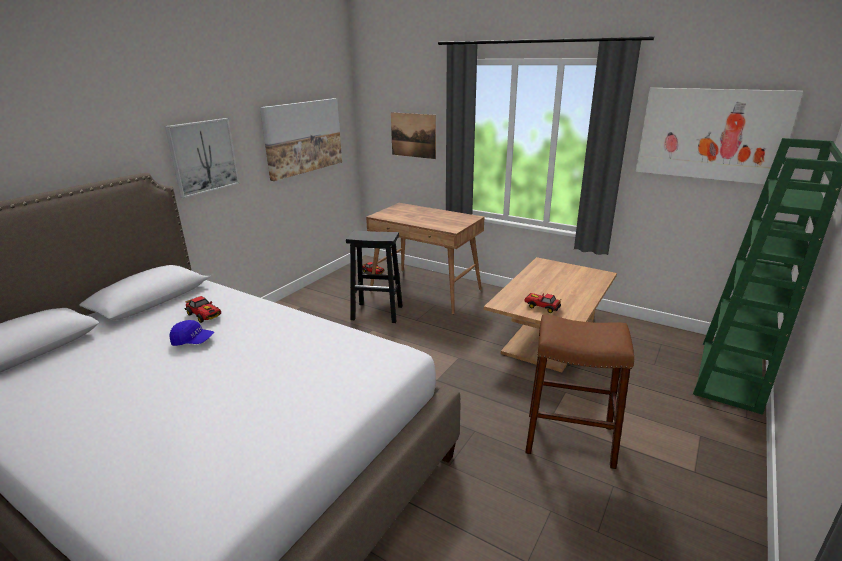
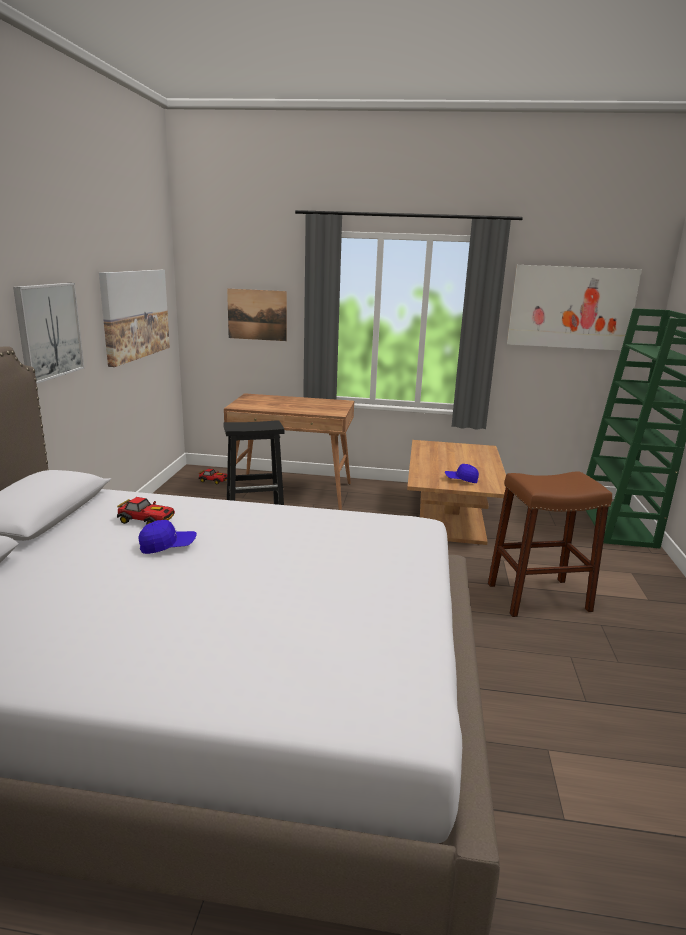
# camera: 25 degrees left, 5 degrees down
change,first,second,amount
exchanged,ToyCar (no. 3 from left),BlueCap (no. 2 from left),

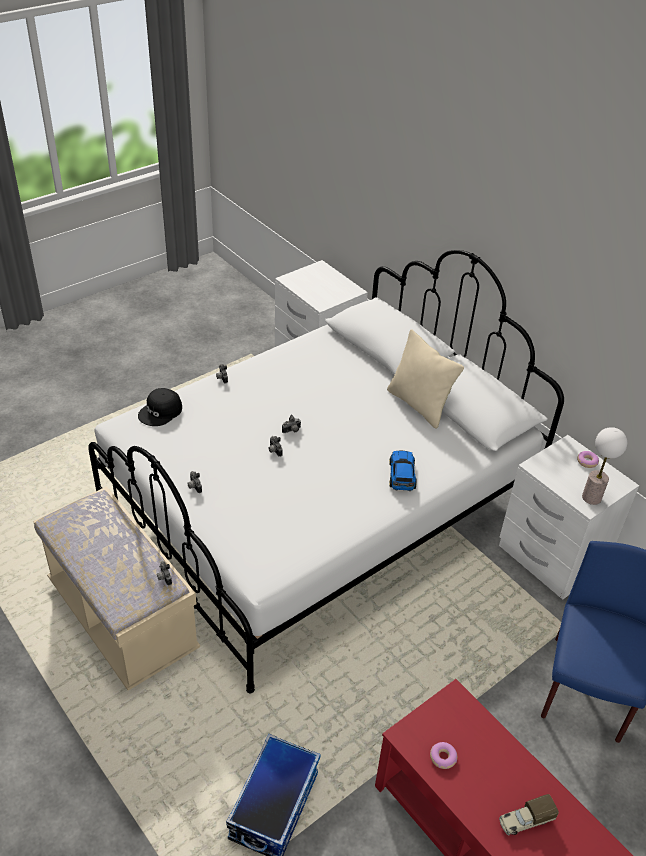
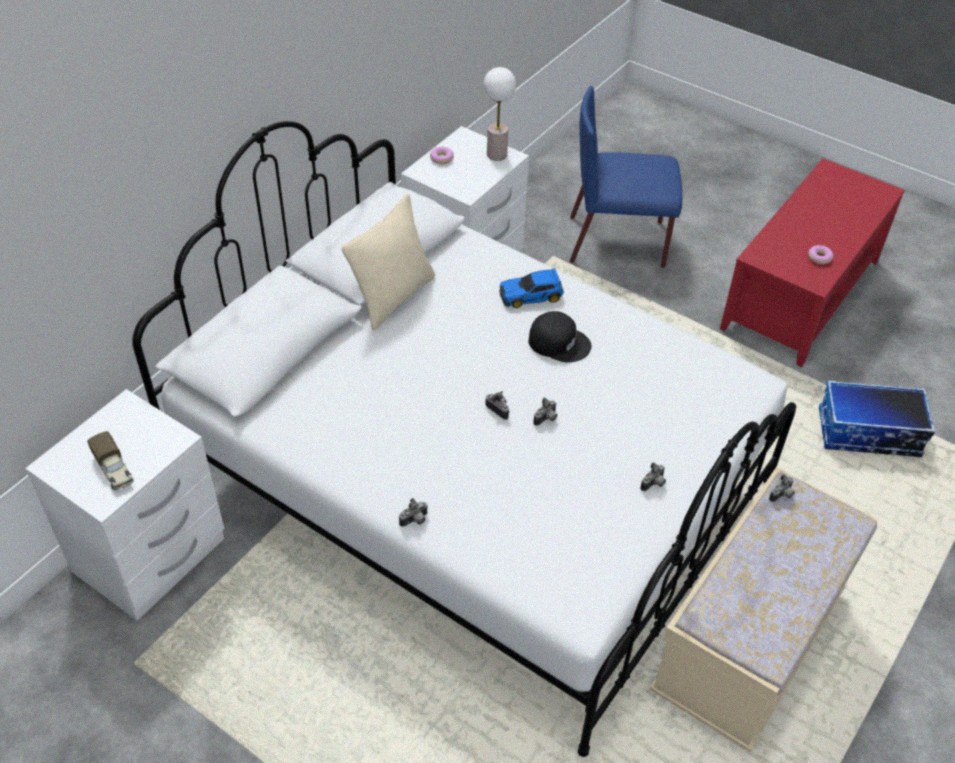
# camera: 105 degrees left, 5 degrees up
change,first,second,amount
relocated,ToyTruck,,
relocated,BlackCap,,

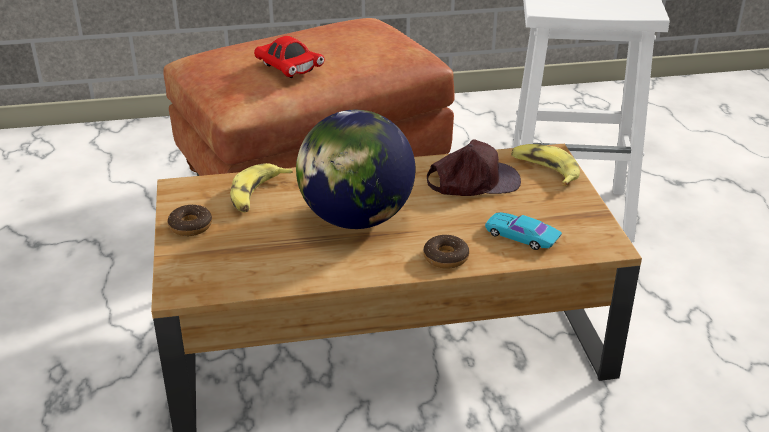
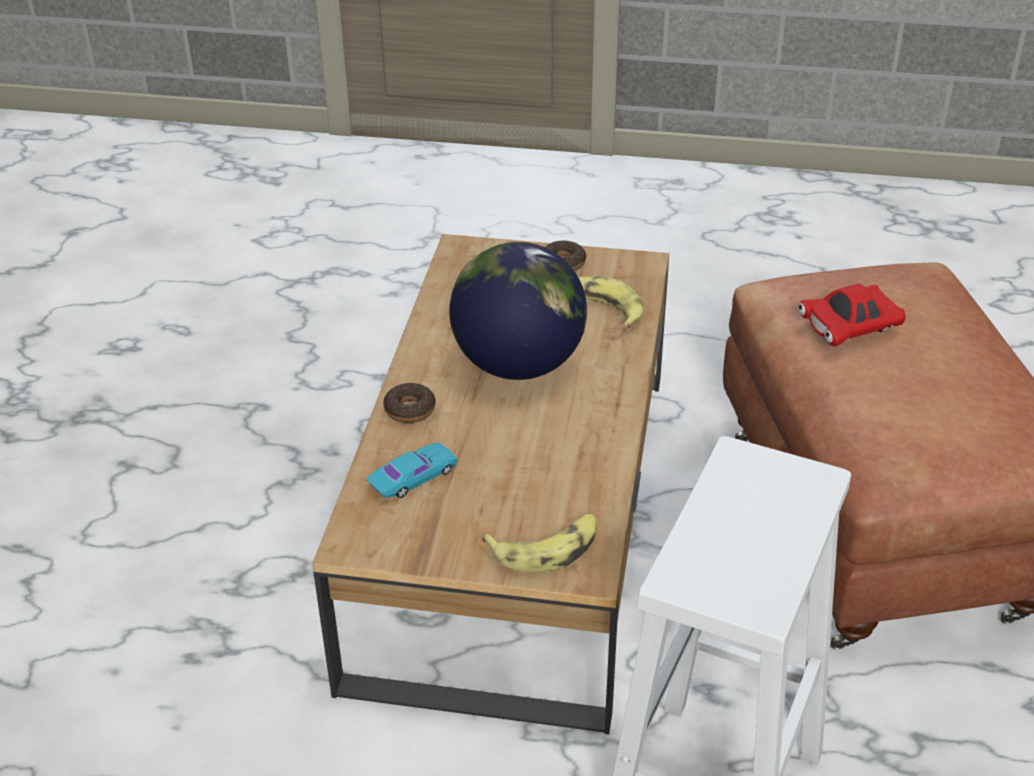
# camera: 110 degrees right, 5 degrees up
change,first,second,amount
missing,BrownCap,,

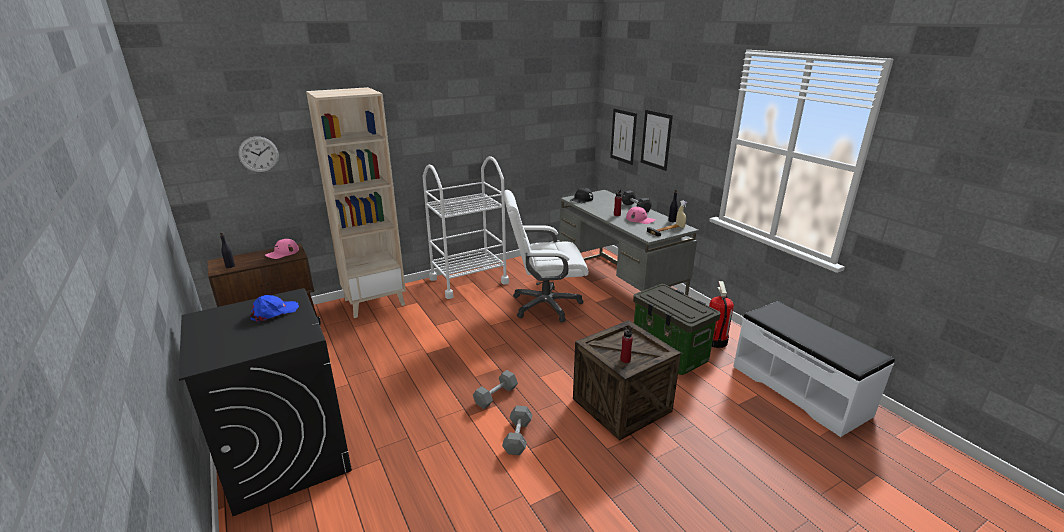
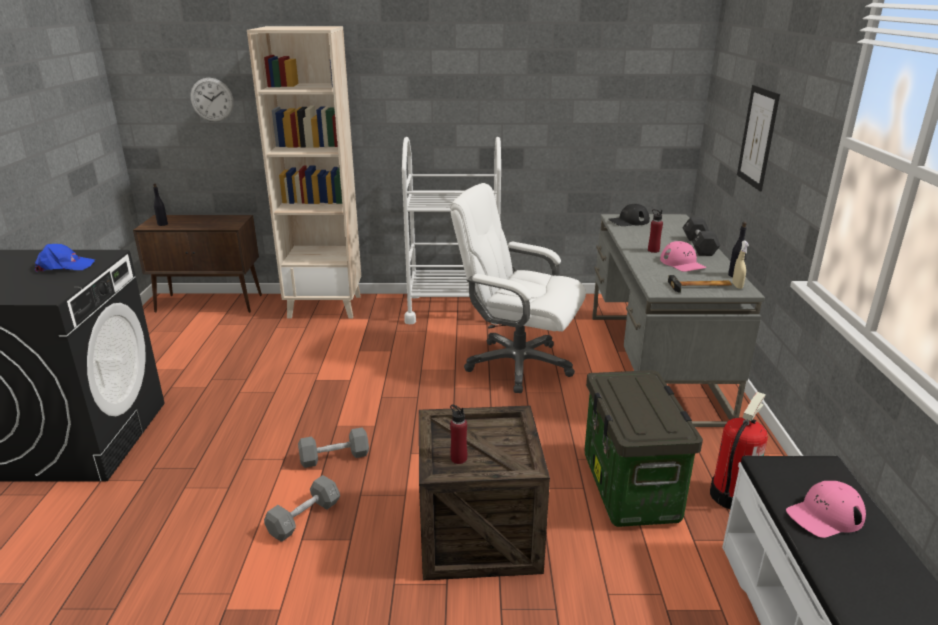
# camera: 30 degrees right, 0 degrees up
change,first,second,amount
relocated,PinkCap (no. 1 from left in the first image),PinkCap (no. 2 from left),
missing,Picture (no. 1 from left),,

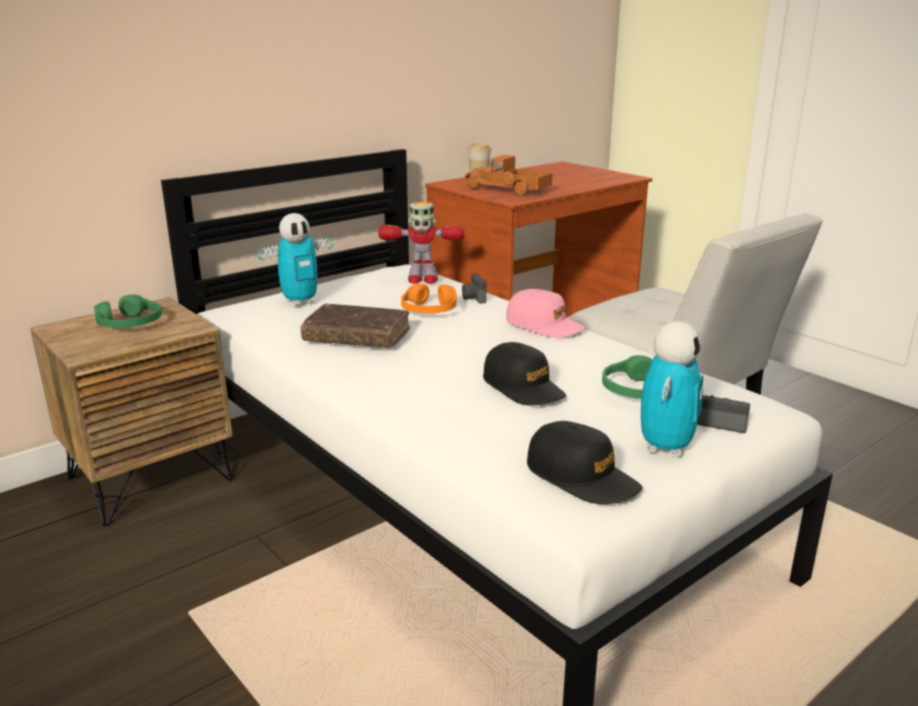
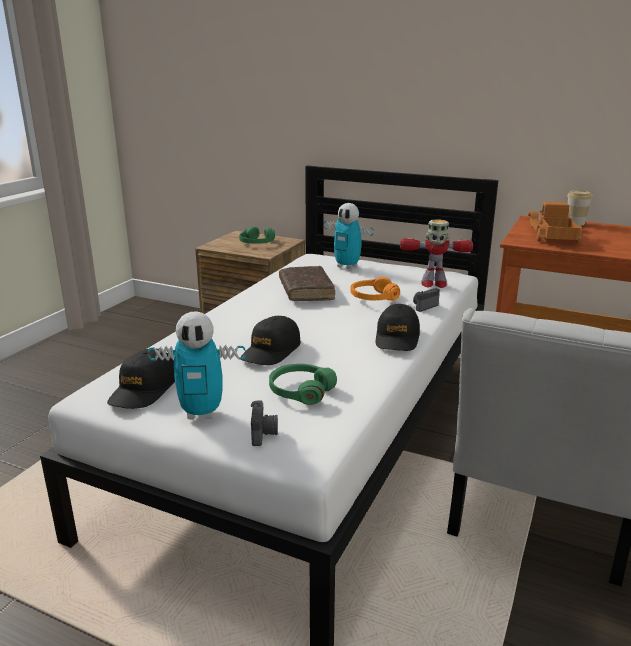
# camera: 65 degrees right, 0 degrees up
change,first,second,amount
colour,PinkCap,BlackCap (no. 3 from left),
spun,ToyRobot (no. 2 from left in the first image),ToyRobot (no. 3 from left),60 degrees counterclockwise

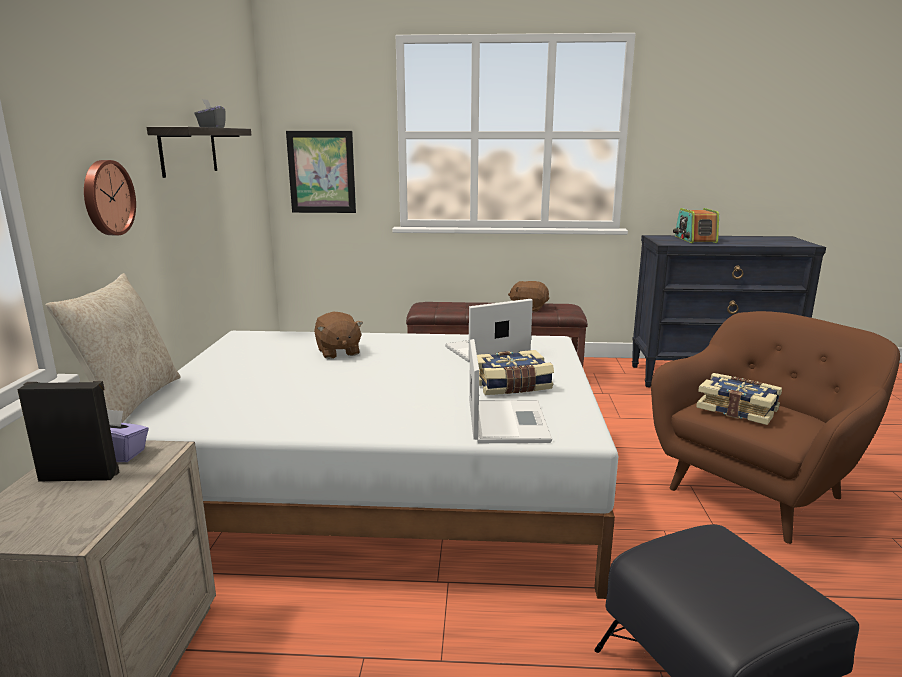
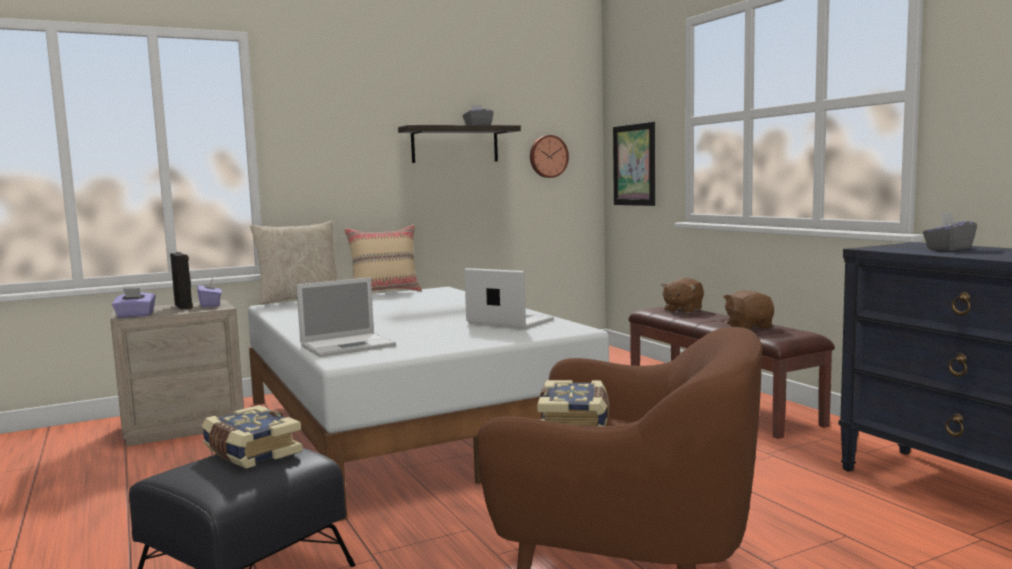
# camera: 60 degrees right, 10 degrees down
change,first,second,amount
appeared,,PurpleTissueBox (no. 1 from left),
relocated,Book (no. 1 from left),,
appeared,,BeigePillow (no. 2 from left),
relocated,WallClock,,
relocated,BrownPlushToy (no. 1 from left),,
exchanged,Radio,GreyTissueBox (no. 2 from left),

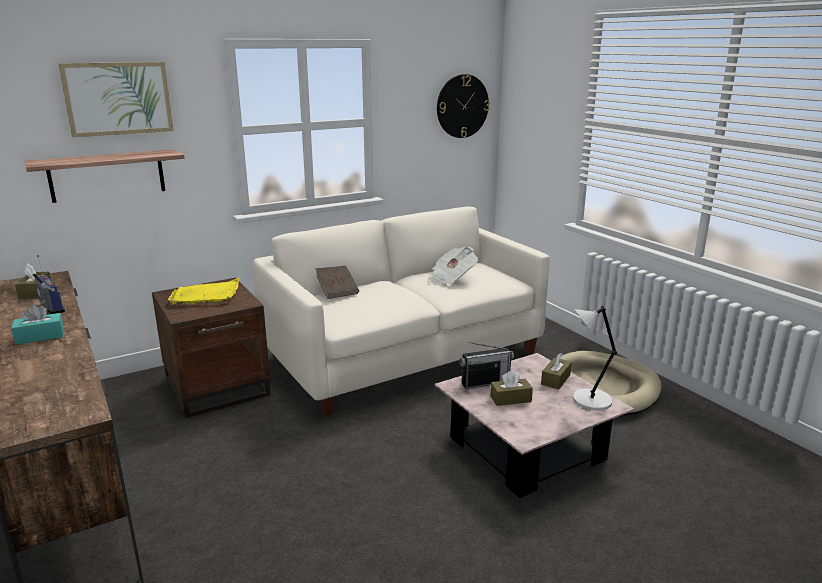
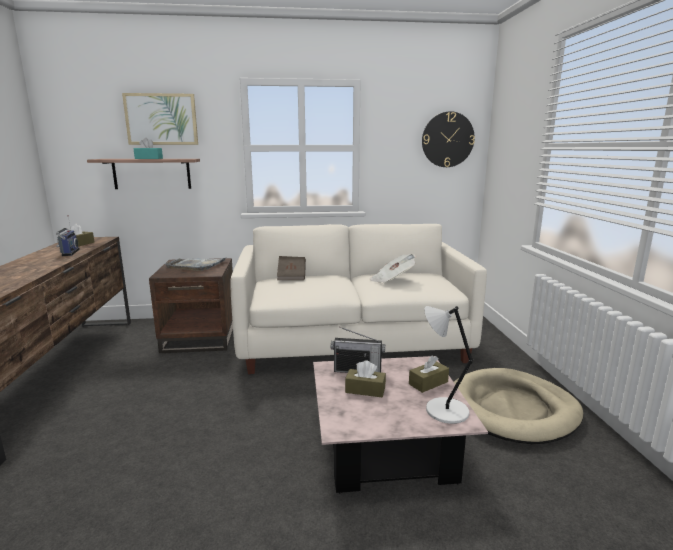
# camera: 25 degrees right, 5 degrees down
change,first,second,amount
relocated,TurquoiseTissueBox,,
colour,YellowTray,GreyTray,

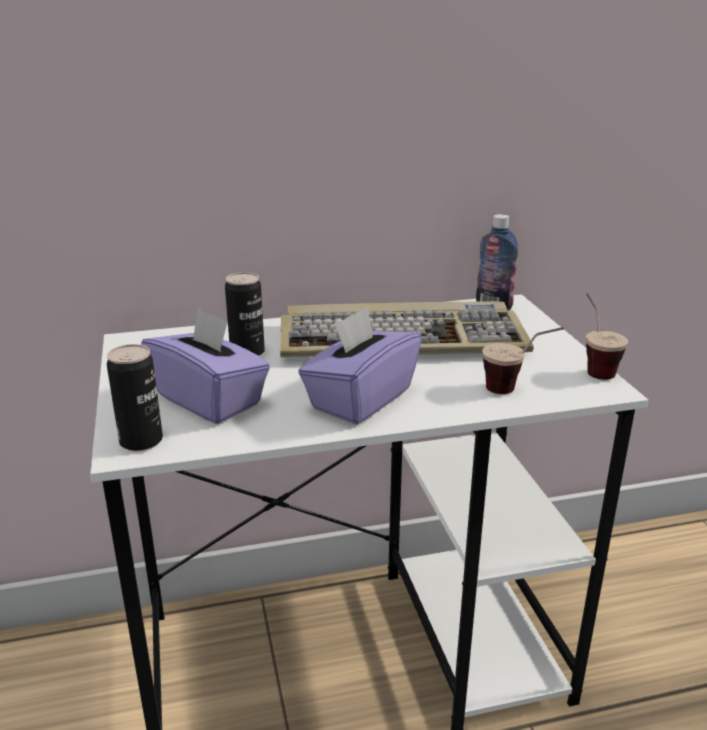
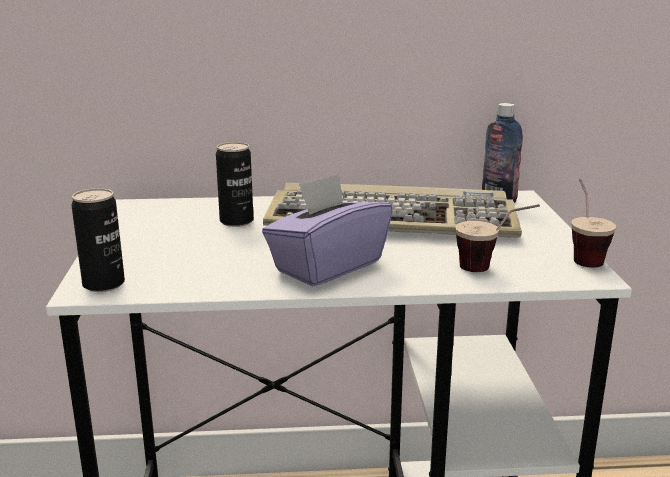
# camera: 10 degrees right, 5 degrees down
change,first,second,amount
missing,PurpleTissueBox (no. 1 from left),,

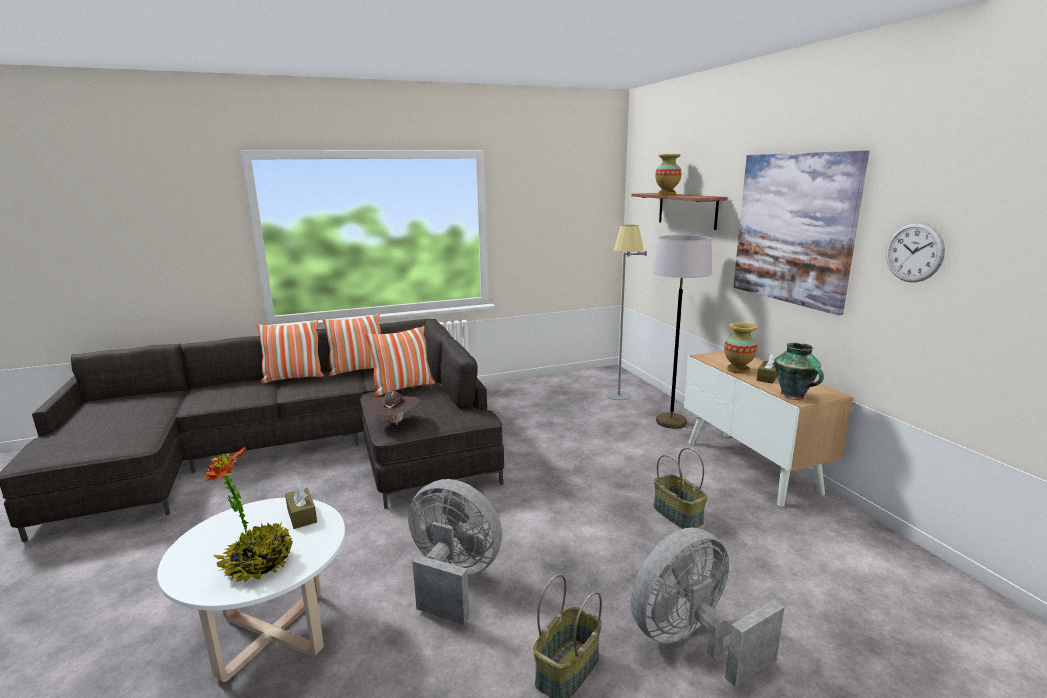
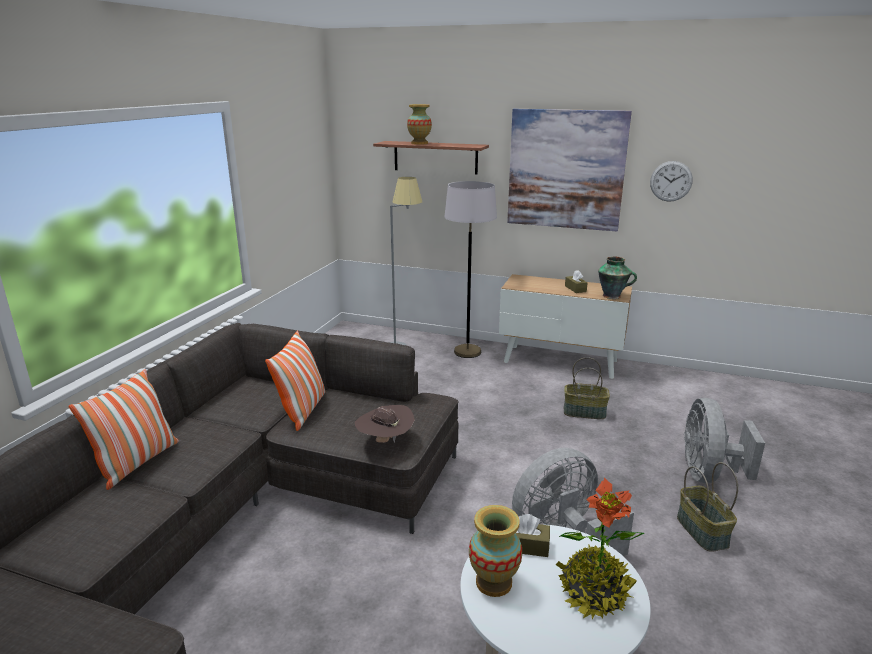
# camera: 50 degrees left, 5 degrees up
change,first,second,amount
relocated,Vase (no. 2 from left),,
missing,Pillow (no. 2 from left),,

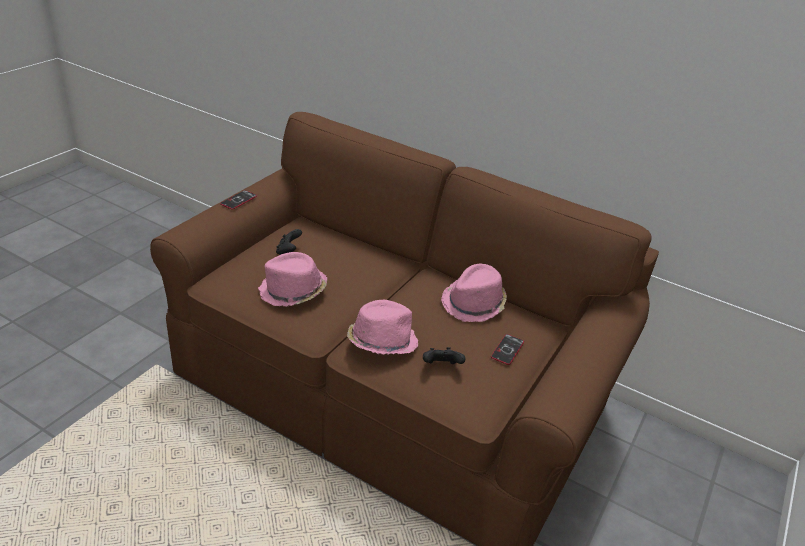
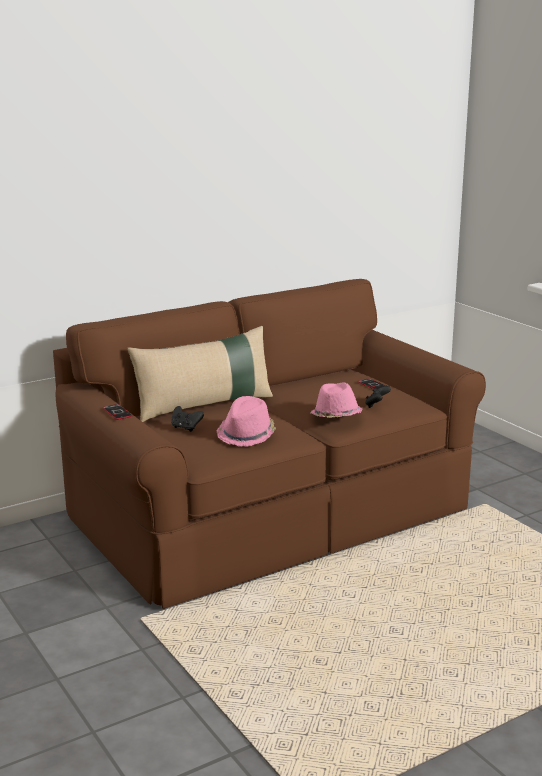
# camera: 60 degrees left, 15 degrees down
change,first,second,amount
appeared,,BeigePillow,
missing,PinkHat (no. 3 from left),,

